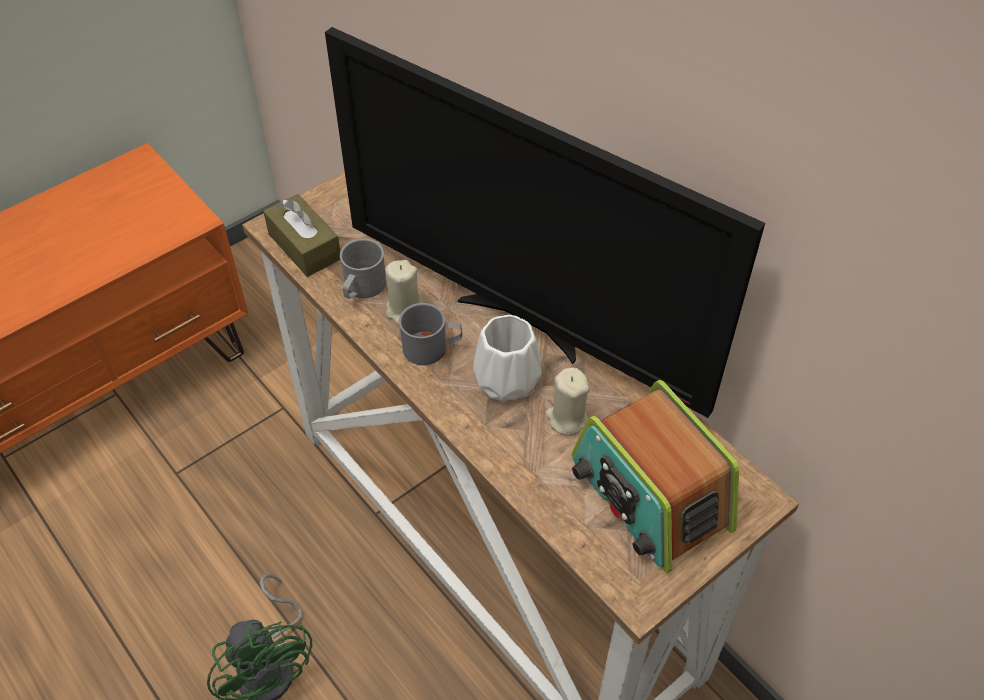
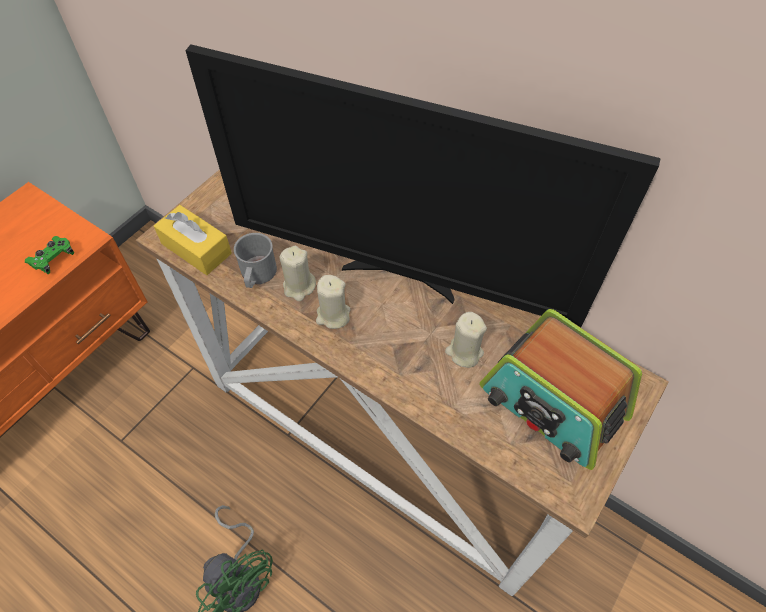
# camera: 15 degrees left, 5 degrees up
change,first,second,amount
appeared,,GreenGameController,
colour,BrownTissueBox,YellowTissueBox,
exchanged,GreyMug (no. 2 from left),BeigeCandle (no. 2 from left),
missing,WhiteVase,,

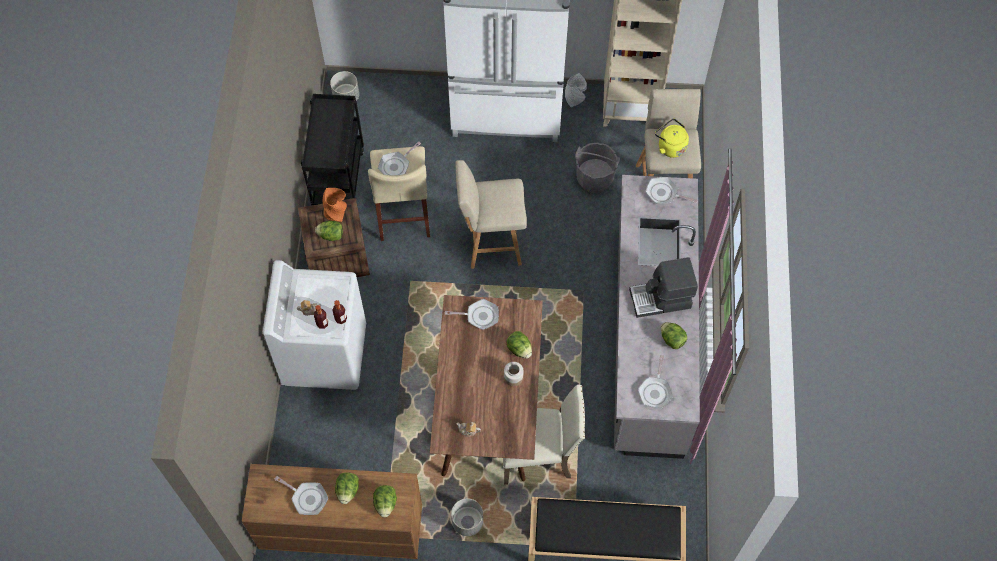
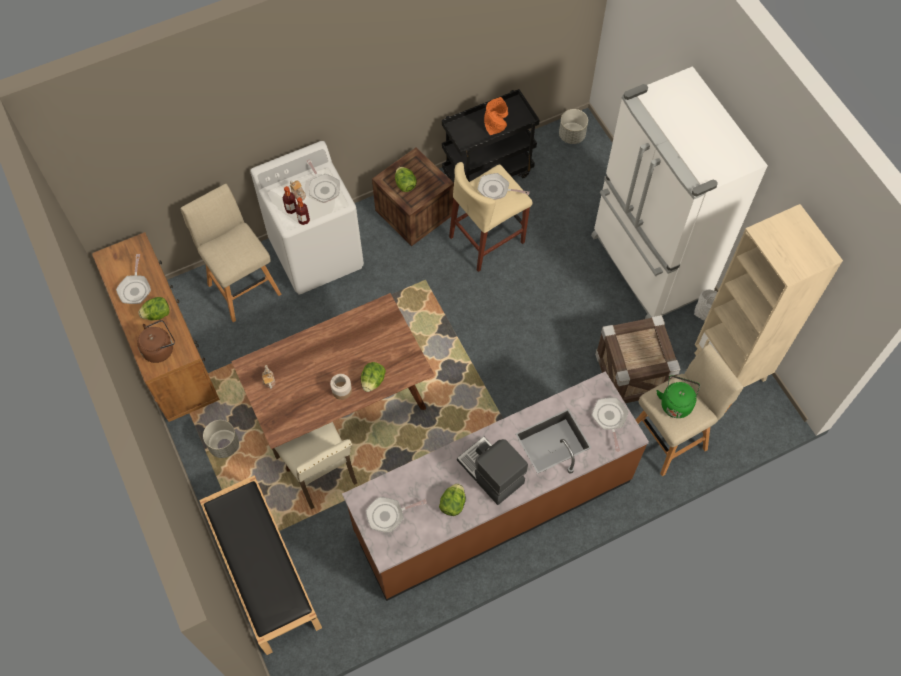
# camera: 60 degrees right, 0 degrees up
change,first,second,amount
exchanged,Lettuce (no. 3 from left),BrownKettle,
relocated,BeigeStool (no. 2 from left in the first image),BeigeStool (no. 1 from left),
relocated,FryingPan (no. 3 from left in the first image),FryingPan (no. 2 from left),
colour,GreyCounter,BrownCounter,
relocated,OrangeVase,,
exchanged,GreyBucket,Crate (no. 2 from left),
colour,YellowKettle,GreenKettle,

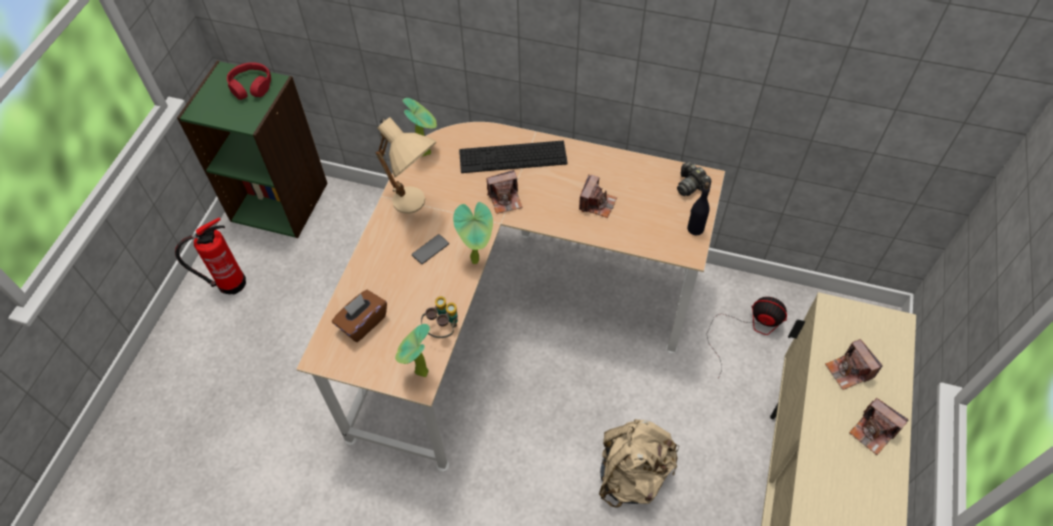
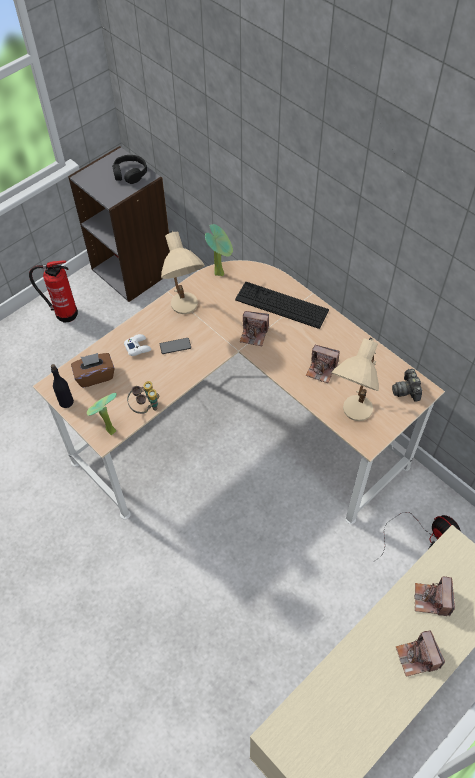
# camera: 30 degrees right, 0 degrees up
change,first,second,amount
relocated,BlackBottle,,
colour,GreenBookcase,GreyBookcase,
colour,RedHeadphones,BlackHeadphones,
appeared,,WhiteGameController,
spun,PhotoCamera (no. 2 from left),,60 degrees clockwise
appeared,,BeigeTableLamp (no. 2 from left),
missing,PottedPlant (no. 3 from left),,
missing,BeigeBackpack,,

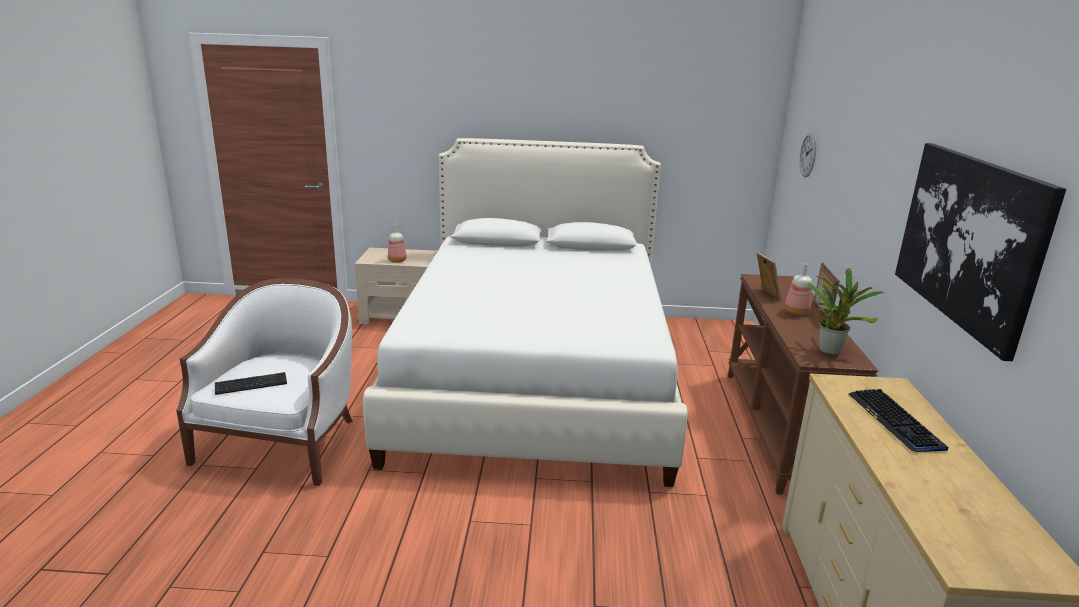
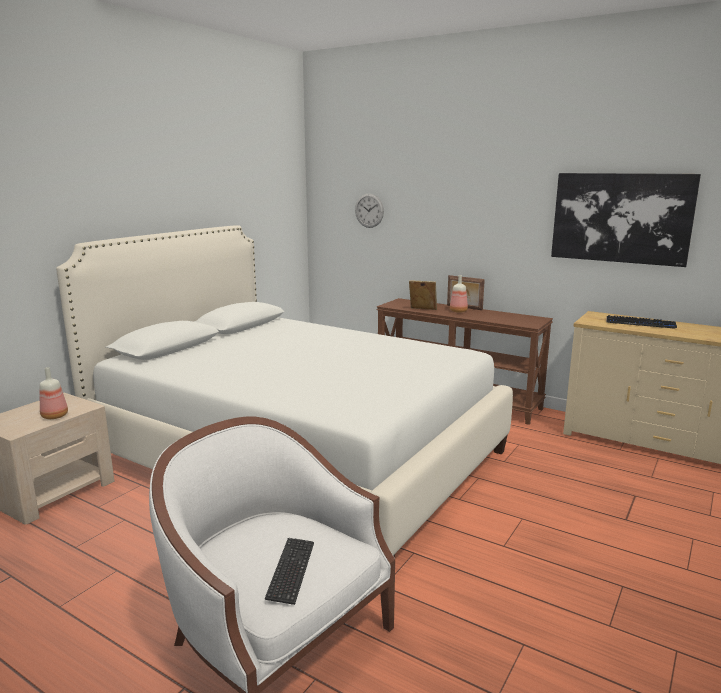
# camera: 60 degrees left, 5 degrees down
change,first,second,amount
missing,PottedPlant,,

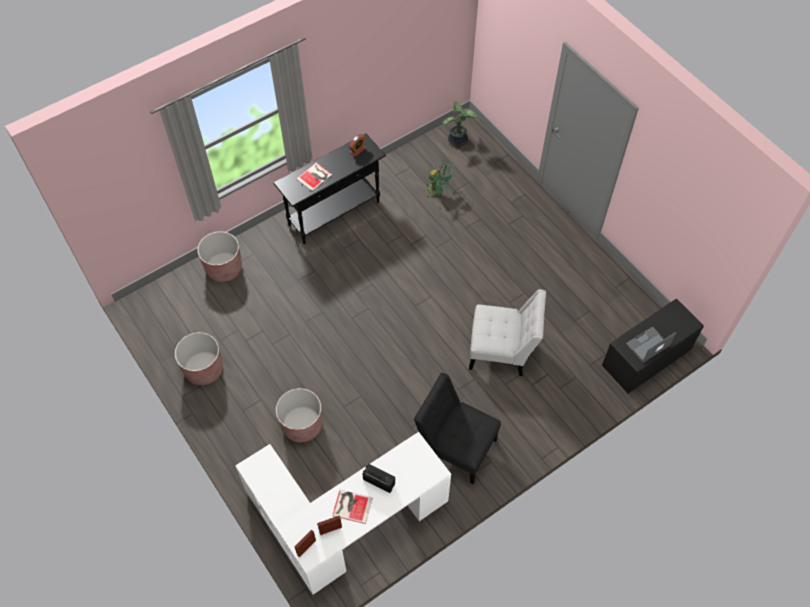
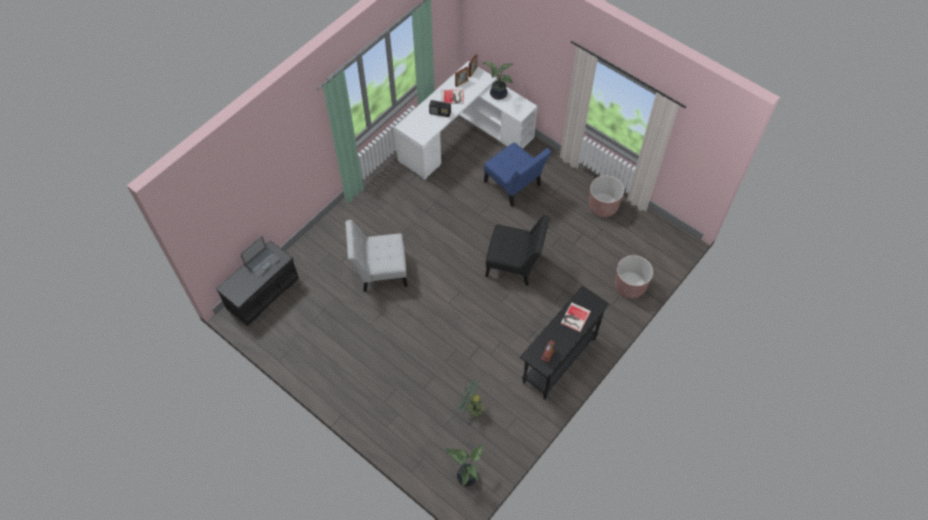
# camera: 165 degrees right, 0 degrees up
change,first,second,amount
appeared,,PottedPlant (no. 2 from left),
exchanged,BrownPlanter (no. 3 from left),BlueChair,
relocated,BlackChair,,

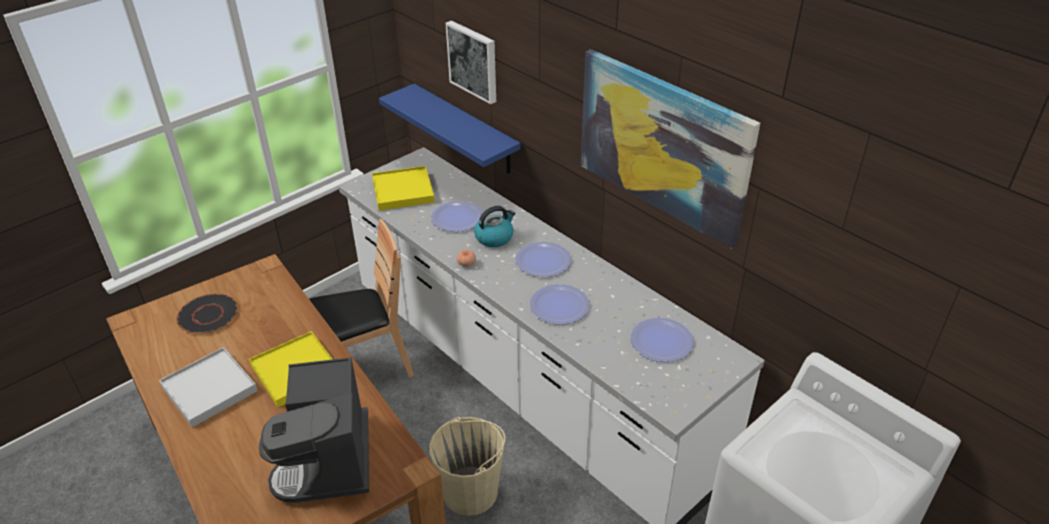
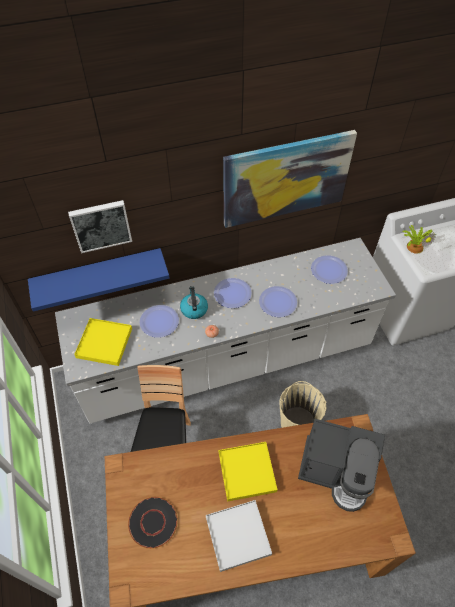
# camera: 65 degrees left, 15 degrees up
change,first,second,amount
appeared,,PottedPlant,

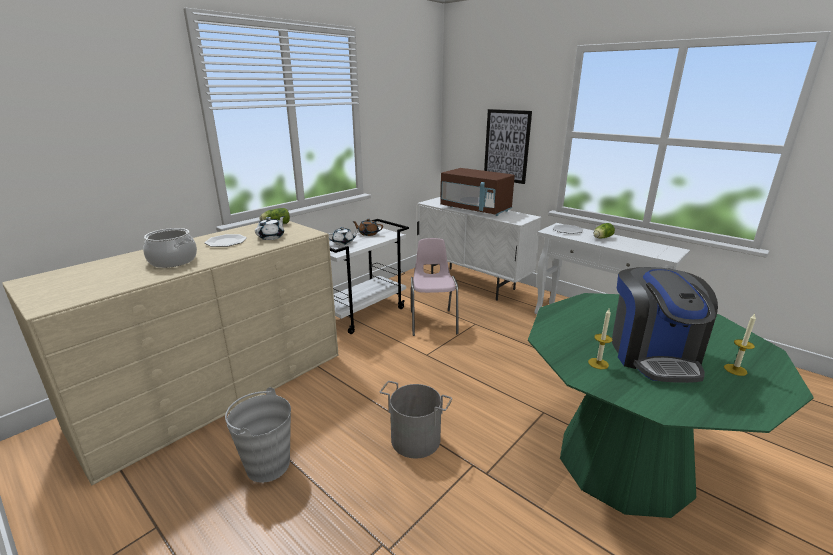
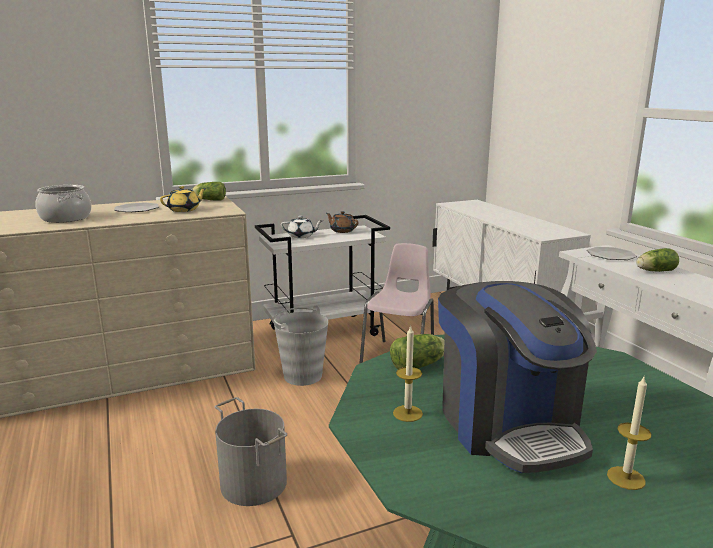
# camera: 25 degrees right, 5 degrees down
change,first,second,amount
colour,WhiteTeapot (no. 1 from left),YellowTeapot,
relocated,GreyBucket (no. 1 from left in the first image),GreyBucket (no. 2 from left),
appeared,,Lettuce (no. 2 from left),
spun,CoffeeMachine,,45 degrees counterclockwise
missing,BrownMicrowave,,
missing,Picture,,

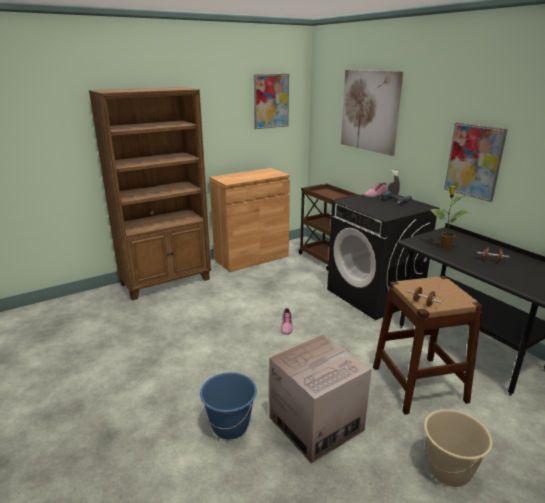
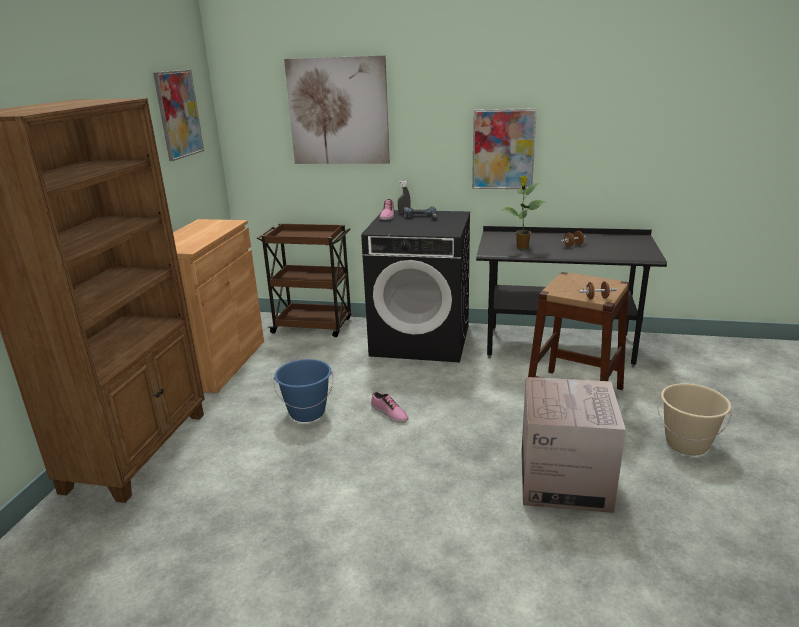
# camera: 45 degrees left, 0 degrees up
change,first,second,amount
relocated,BlueBucket,,

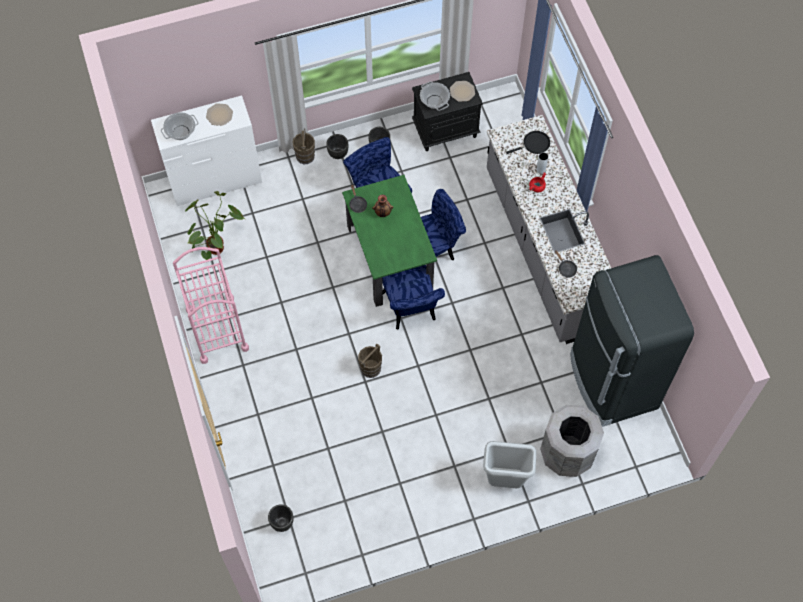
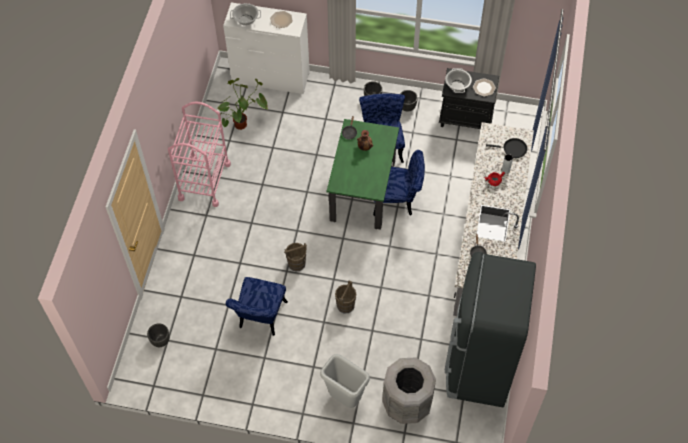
# camera: 30 degrees right, 5 degrees down
change,first,second,amount
relocated,BlueChair (no. 2 from left in the first image),BlueChair (no. 1 from left),
relocated,BrownBucket (no. 1 from left in the first image),BrownBucket (no. 2 from left),

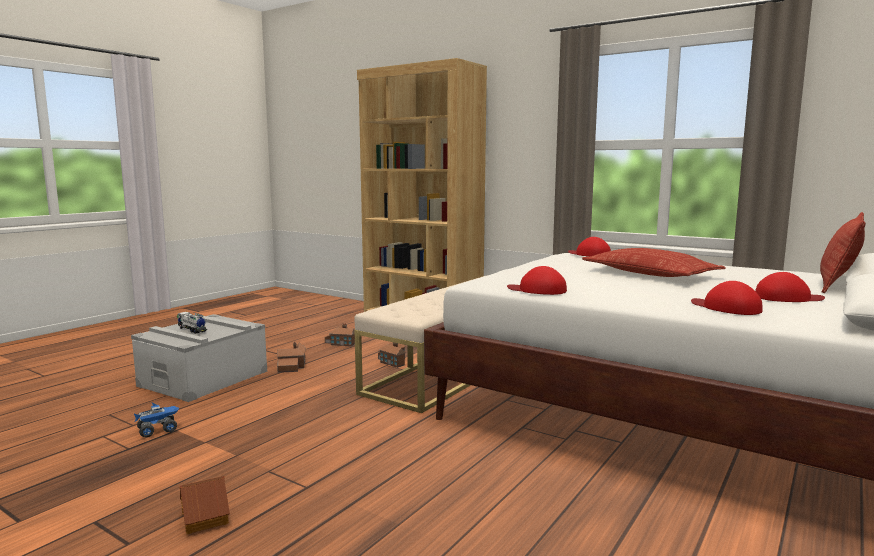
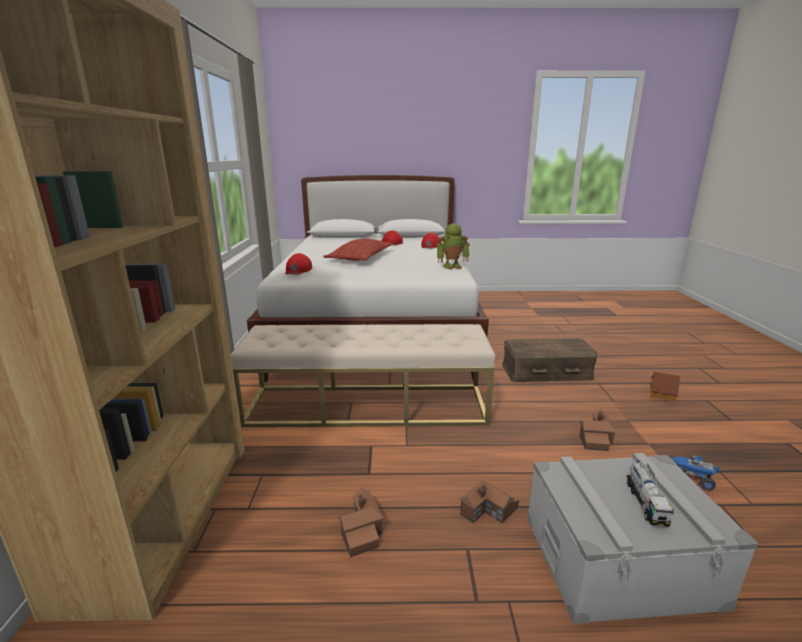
# camera: 125 degrees left, 10 degrees up
change,first,second,amount
exchanged,RedCap (no. 1 from left),ToyRobot,
appeared,,BrownStorageBox,
relocated,ToyHouse (no. 4 from left in the first image),ToyHouse (no. 3 from left),
missing,Pillow (no. 2 from left),,

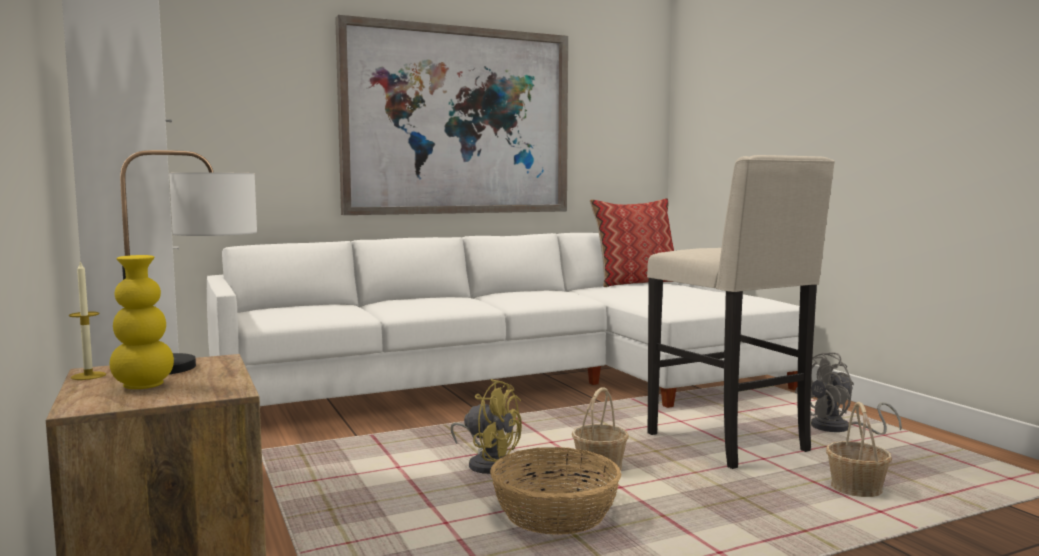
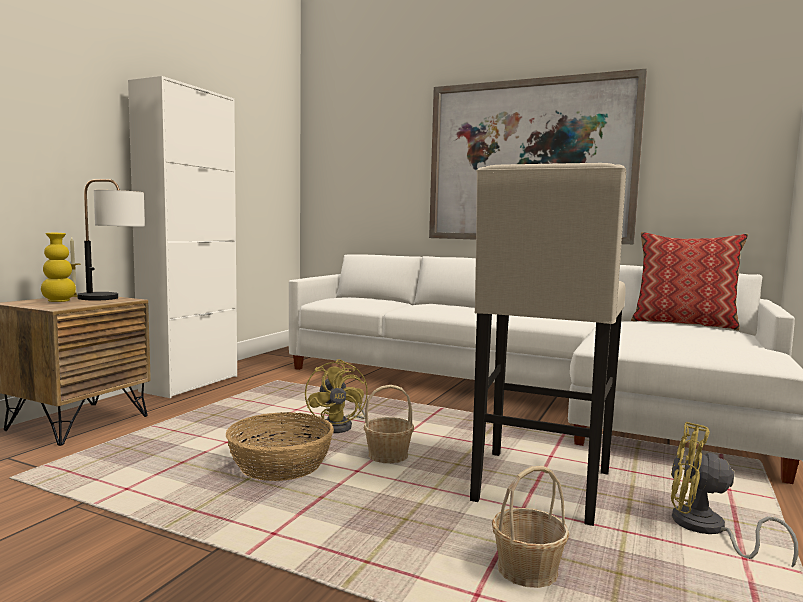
# camera: 50 degrees right, 0 degrees up
change,first,second,amount
colour,GreyFan,YellowFan (no. 2 from left),

